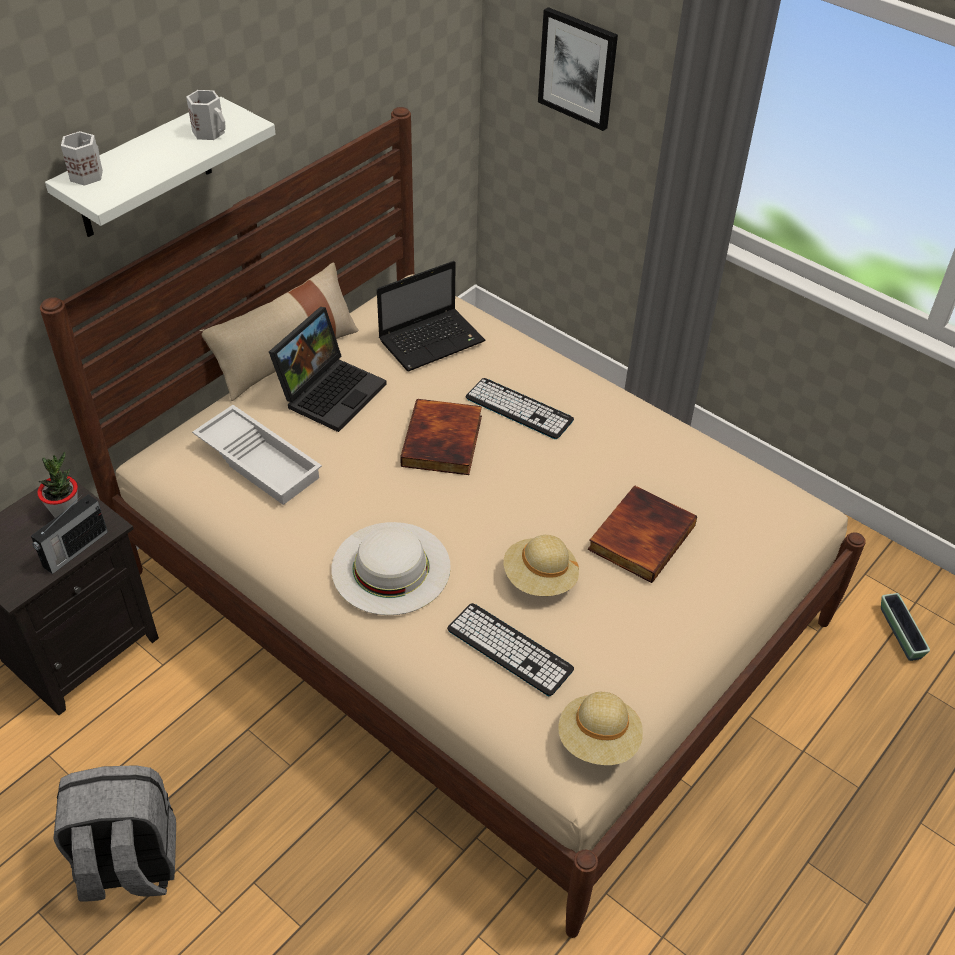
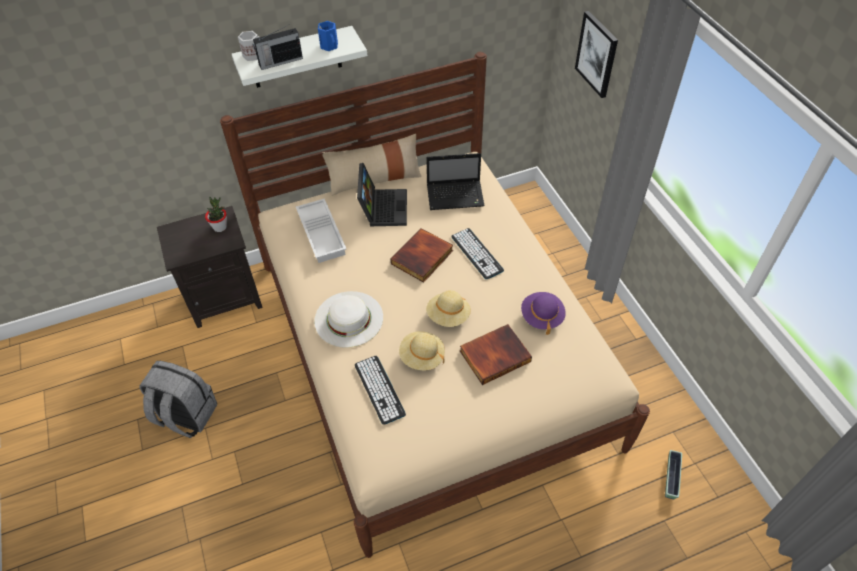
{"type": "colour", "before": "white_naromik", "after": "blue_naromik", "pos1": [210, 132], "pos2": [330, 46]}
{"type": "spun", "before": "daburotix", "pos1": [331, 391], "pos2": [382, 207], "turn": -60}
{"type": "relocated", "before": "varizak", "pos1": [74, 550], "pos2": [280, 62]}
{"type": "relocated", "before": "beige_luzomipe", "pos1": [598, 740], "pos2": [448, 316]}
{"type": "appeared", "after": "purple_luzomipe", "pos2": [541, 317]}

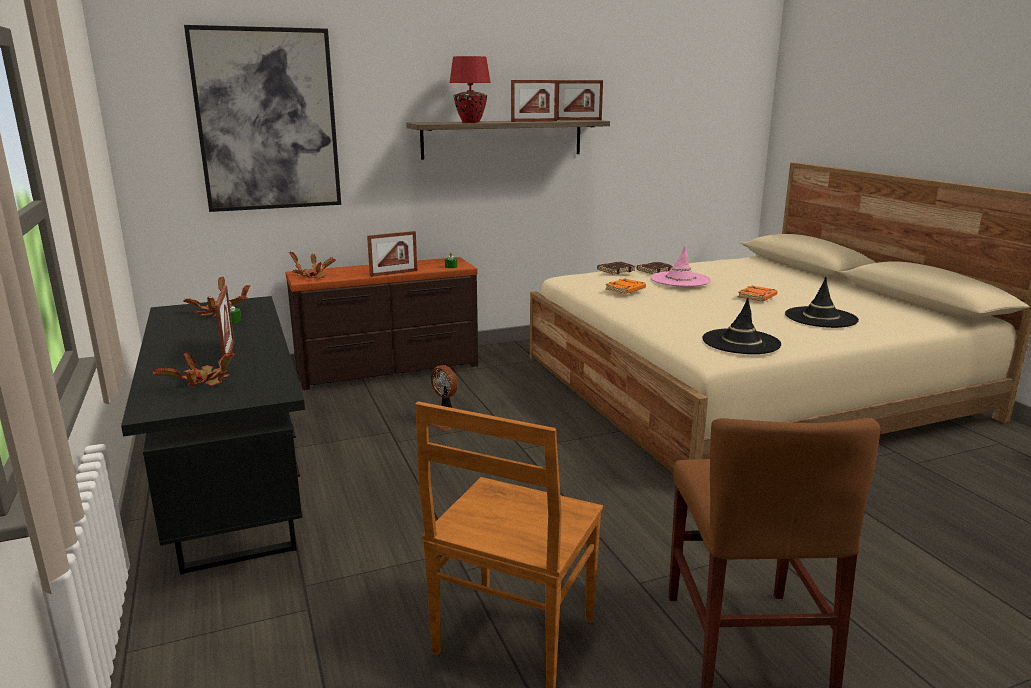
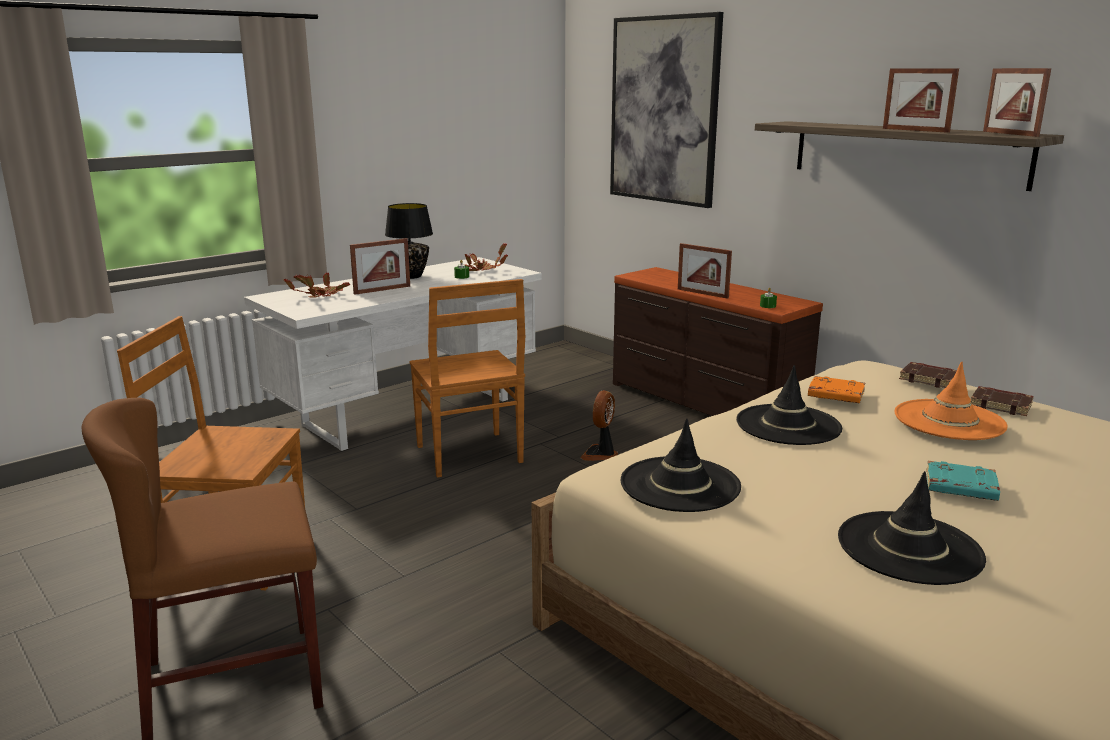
{"type": "missing", "before": "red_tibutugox", "pos1": [470, 122]}
{"type": "colour", "before": "pink_luzomipe", "after": "orange_luzomipe", "pos1": [680, 280], "pos2": [949, 420]}
{"type": "missing", "before": "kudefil", "pos1": [312, 276]}
{"type": "colour", "before": "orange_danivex", "after": "turquoise_danivex", "pos1": [757, 297], "pos2": [960, 487]}
{"type": "colour", "before": "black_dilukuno", "after": "white_dilukuno", "pos1": [233, 495], "pos2": [409, 411]}
{"type": "appeared", "after": "black_tibutugox", "pos2": [411, 276]}
{"type": "appeared", "after": "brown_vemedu", "pos2": [470, 455]}
{"type": "appeared", "after": "black_luzomipe", "pos2": [788, 425]}

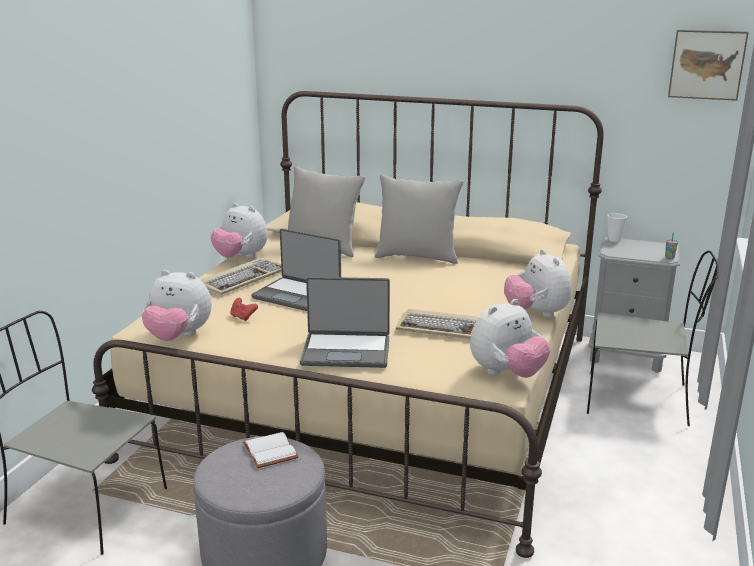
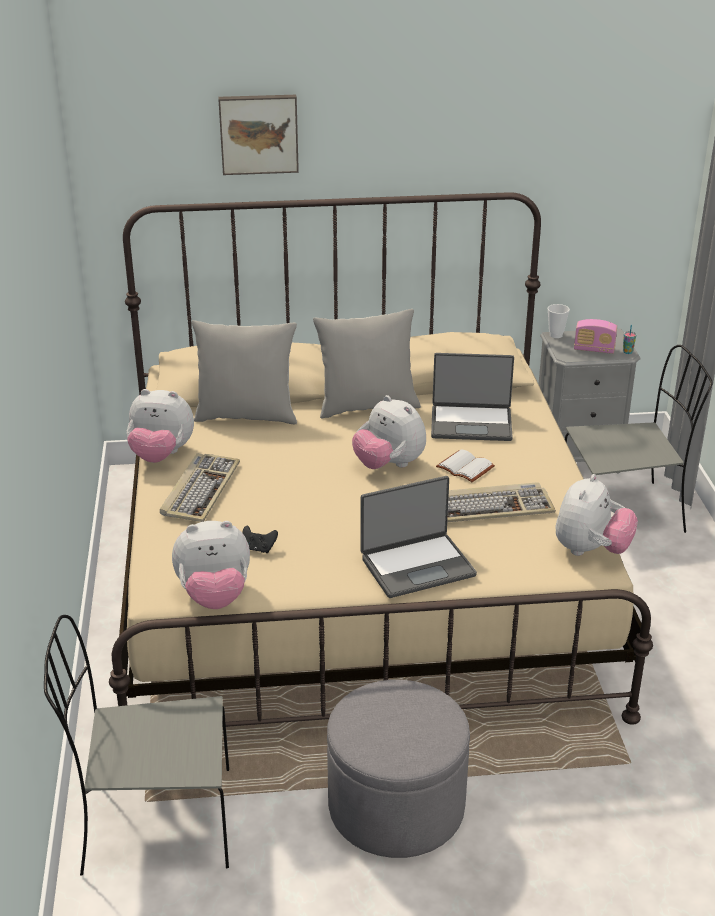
{"type": "relocated", "before": "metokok", "pos1": [706, 64], "pos2": [258, 133]}
{"type": "relocated", "before": "daburotix", "pos1": [298, 295], "pos2": [471, 423]}
{"type": "relocated", "before": "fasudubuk", "pos1": [536, 313], "pos2": [389, 465]}
{"type": "colour", "before": "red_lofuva", "after": "black_lofuva", "pos1": [243, 317], "pos2": [259, 548]}
{"type": "relocated", "before": "white_danivex", "pos1": [268, 451], "pos2": [463, 468]}
{"type": "appeared", "after": "varizak", "pos2": [594, 349]}

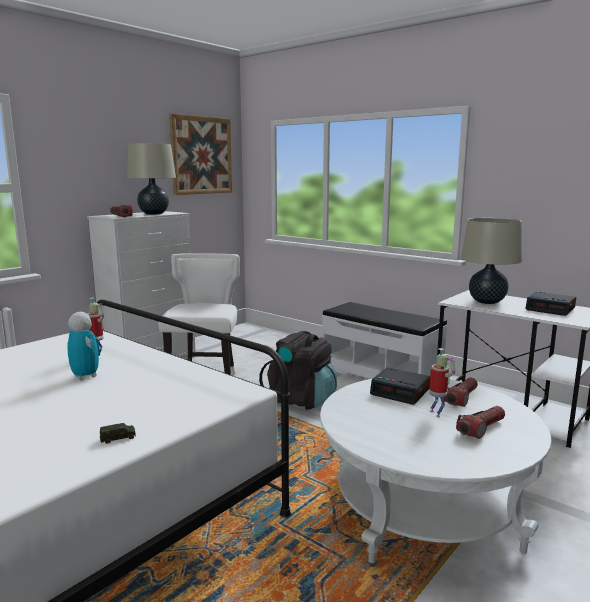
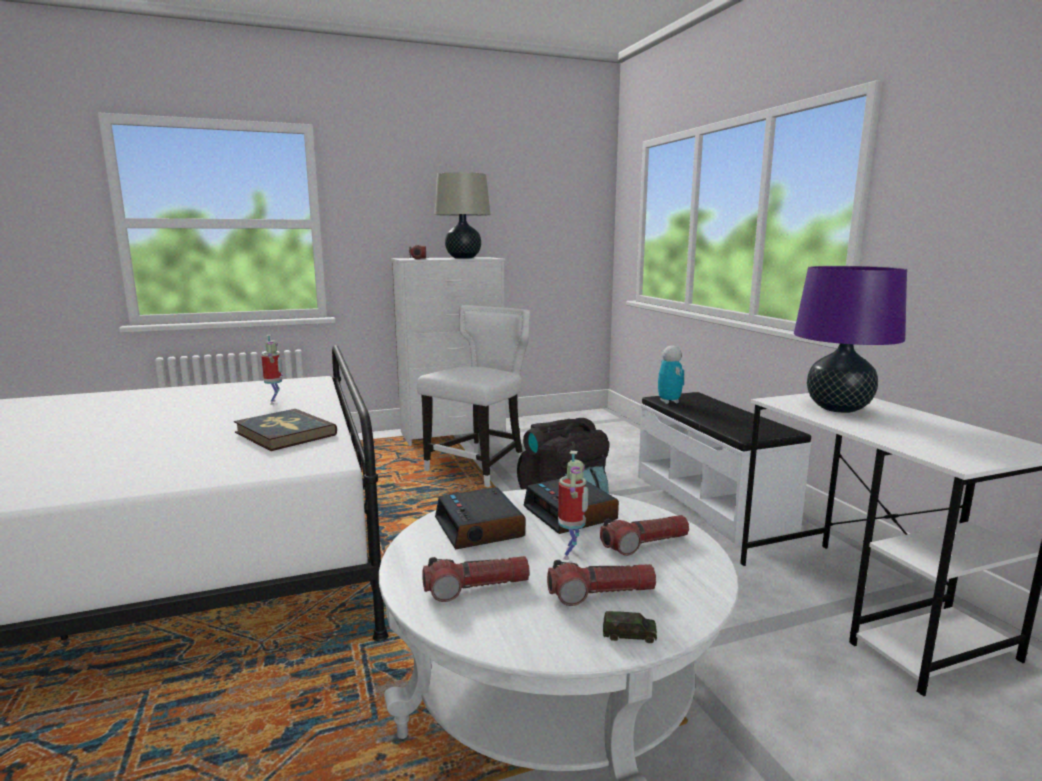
{"type": "missing", "before": "metokok", "pos1": [202, 155]}
{"type": "colour", "before": "beige_tibutugox", "after": "purple_tibutugox", "pos1": [487, 302], "pos2": [838, 408]}
{"type": "relocated", "before": "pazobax", "pos1": [550, 309], "pos2": [480, 528]}
{"type": "relocated", "before": "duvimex", "pos1": [85, 376], "pos2": [669, 402]}
{"type": "relocated", "before": "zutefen", "pos1": [118, 438], "pos2": [629, 635]}
{"type": "appeared", "after": "danivex", "pos2": [284, 434]}
{"type": "appeared", "after": "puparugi", "pos2": [476, 588]}

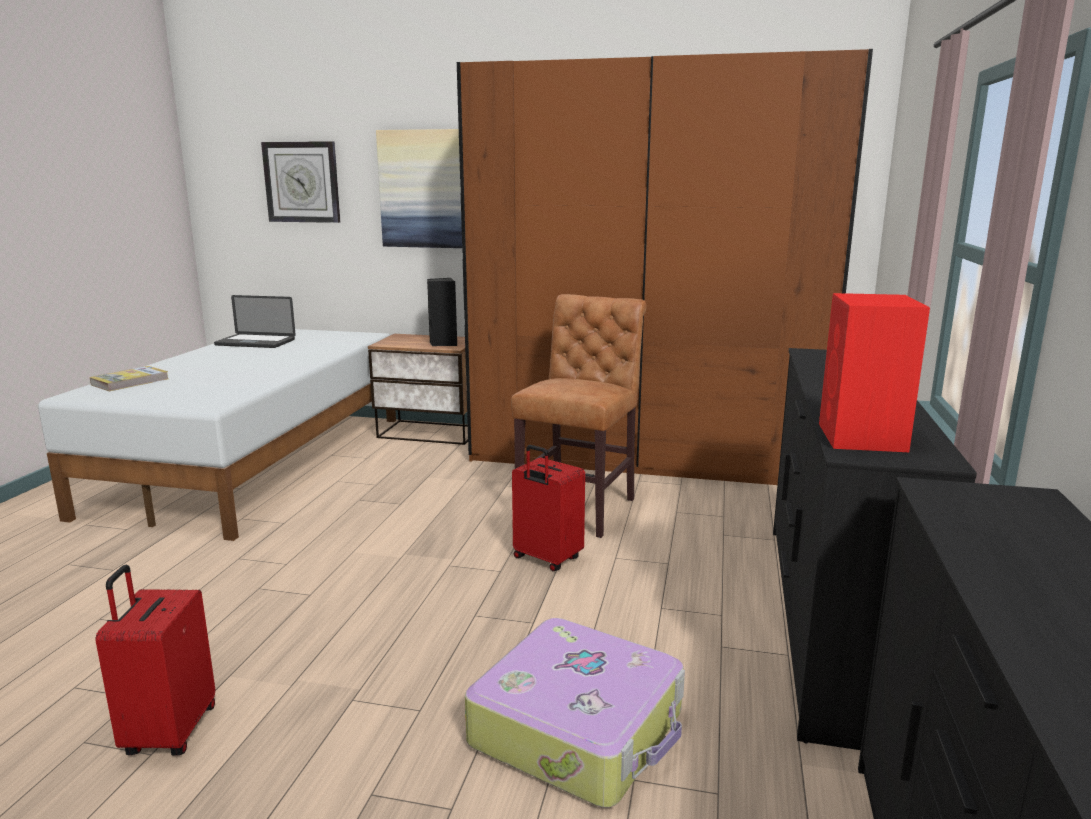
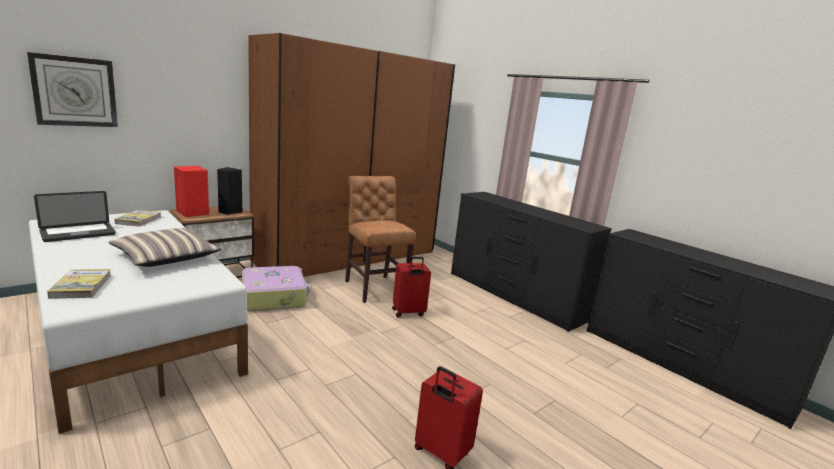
{"type": "missing", "before": "metokok", "pos1": [426, 189]}
{"type": "relocated", "before": "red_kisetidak", "pos1": [862, 438], "pos2": [193, 213]}
{"type": "relocated", "before": "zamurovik", "pos1": [579, 729], "pos2": [274, 297]}
{"type": "appeared", "after": "danivex", "pos2": [139, 220]}
{"type": "appeared", "after": "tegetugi", "pos2": [166, 257]}

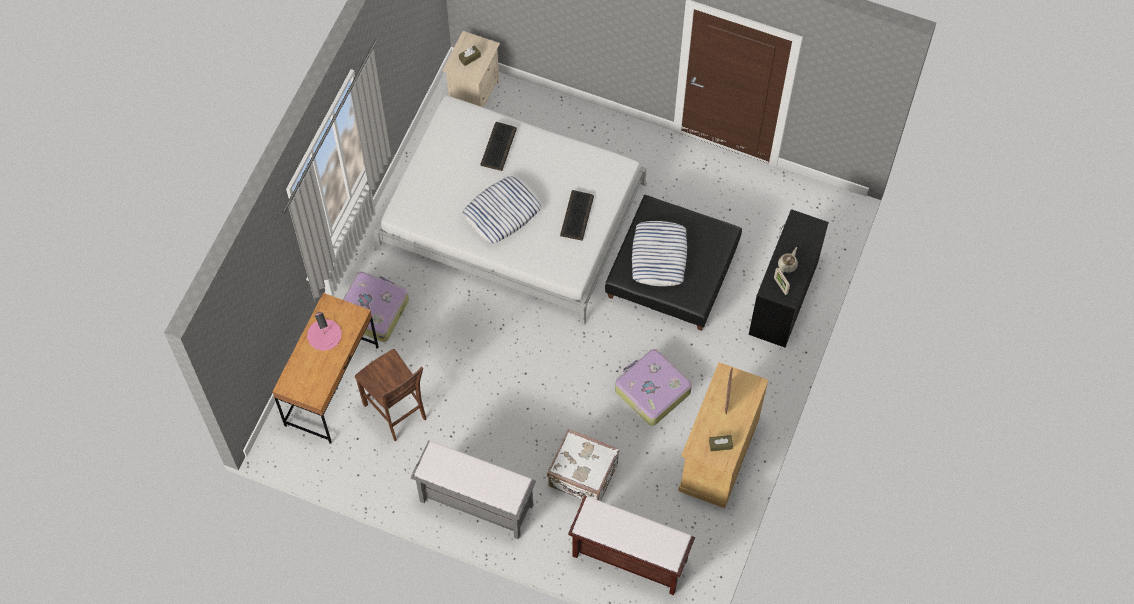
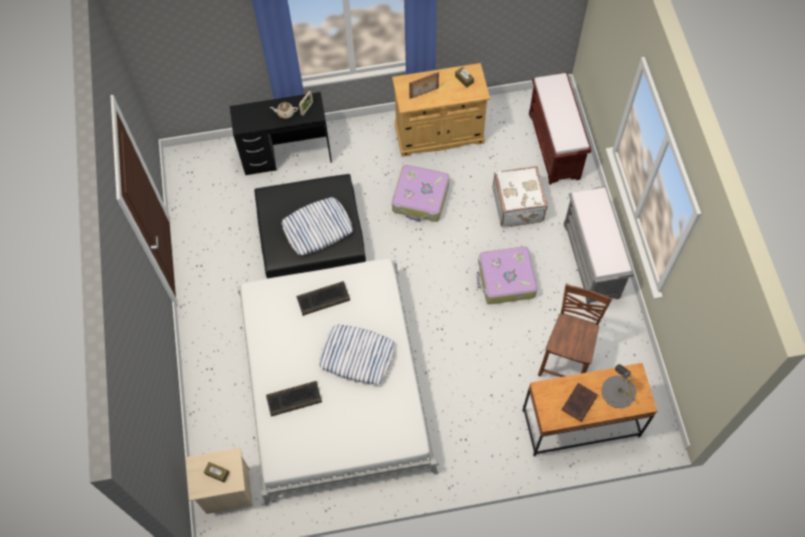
{"type": "relocated", "before": "zamurovik", "pos1": [373, 310], "pos2": [505, 280]}
{"type": "exchanged", "before": "pink_tibutugox", "after": "brown_danivex", "pos1": [324, 335], "pos2": [578, 404]}
{"type": "appeared", "after": "grey_tibutugox", "pos2": [618, 391]}

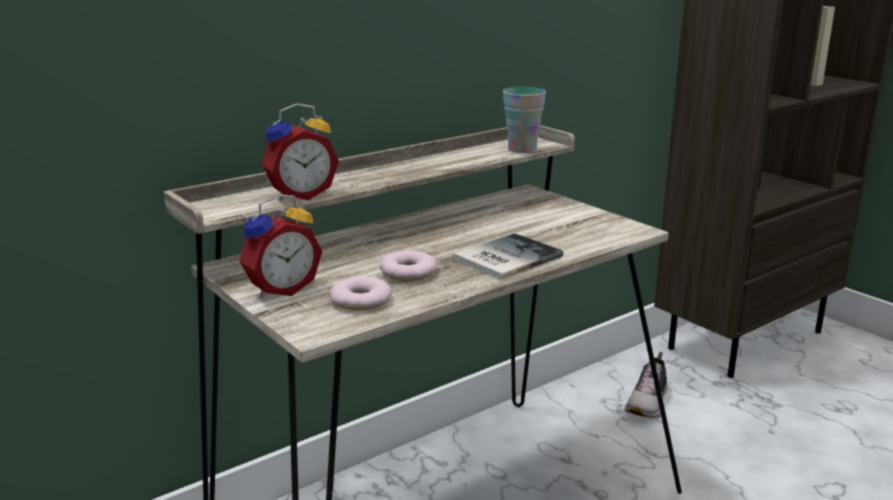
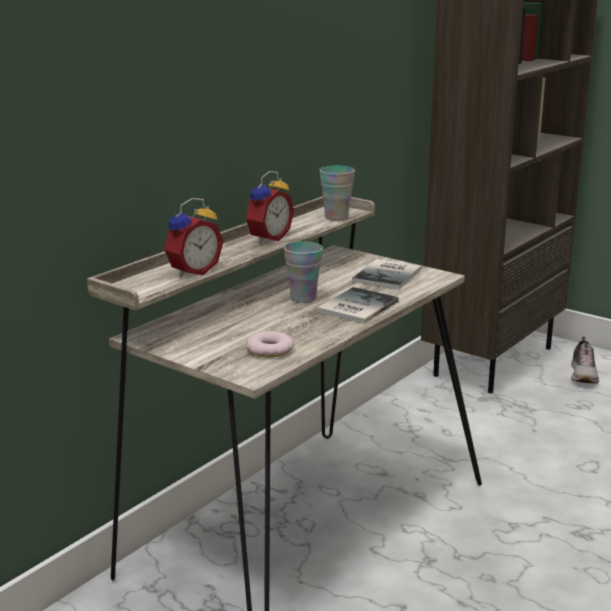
{"type": "relocated", "before": "pazobax", "pos1": [281, 289], "pos2": [267, 238]}
{"type": "missing", "before": "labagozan", "pos1": [408, 272]}
{"type": "relocated", "before": "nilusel", "pos1": [648, 402], "pos2": [583, 374]}
{"type": "appeared", "after": "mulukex", "pos2": [303, 298]}
{"type": "appeared", "after": "danivex", "pos2": [389, 275]}

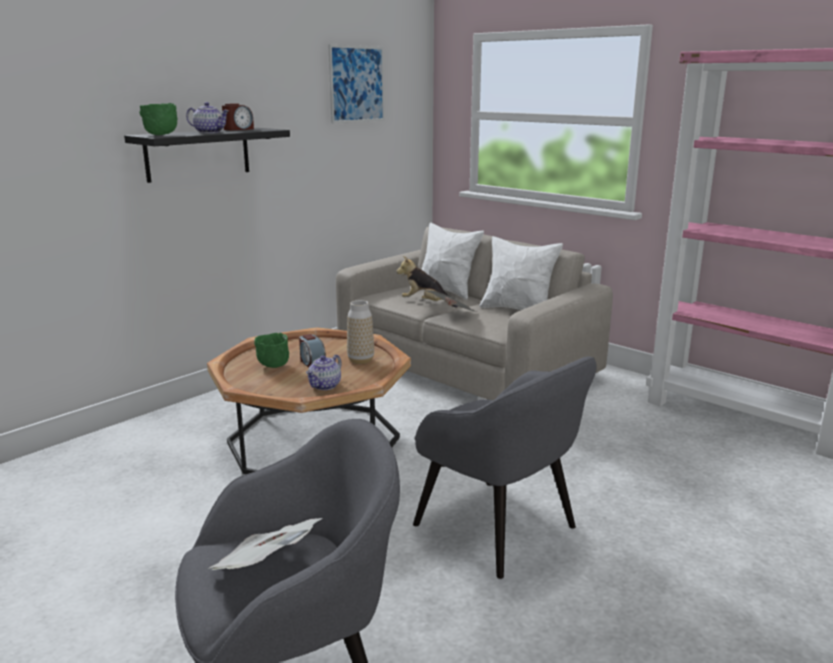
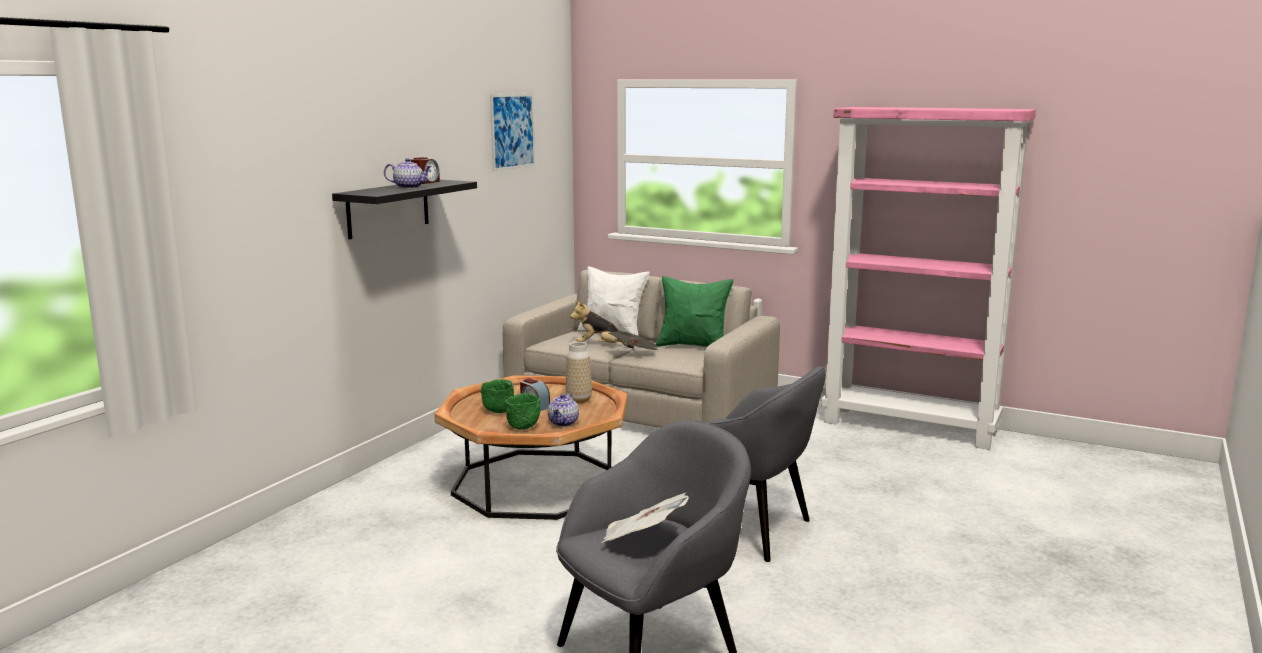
{"type": "relocated", "before": "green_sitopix", "pos1": [162, 135], "pos2": [524, 427]}
{"type": "colour", "before": "white_tegetugi", "after": "green_tegetugi", "pos1": [518, 310], "pos2": [693, 346]}

